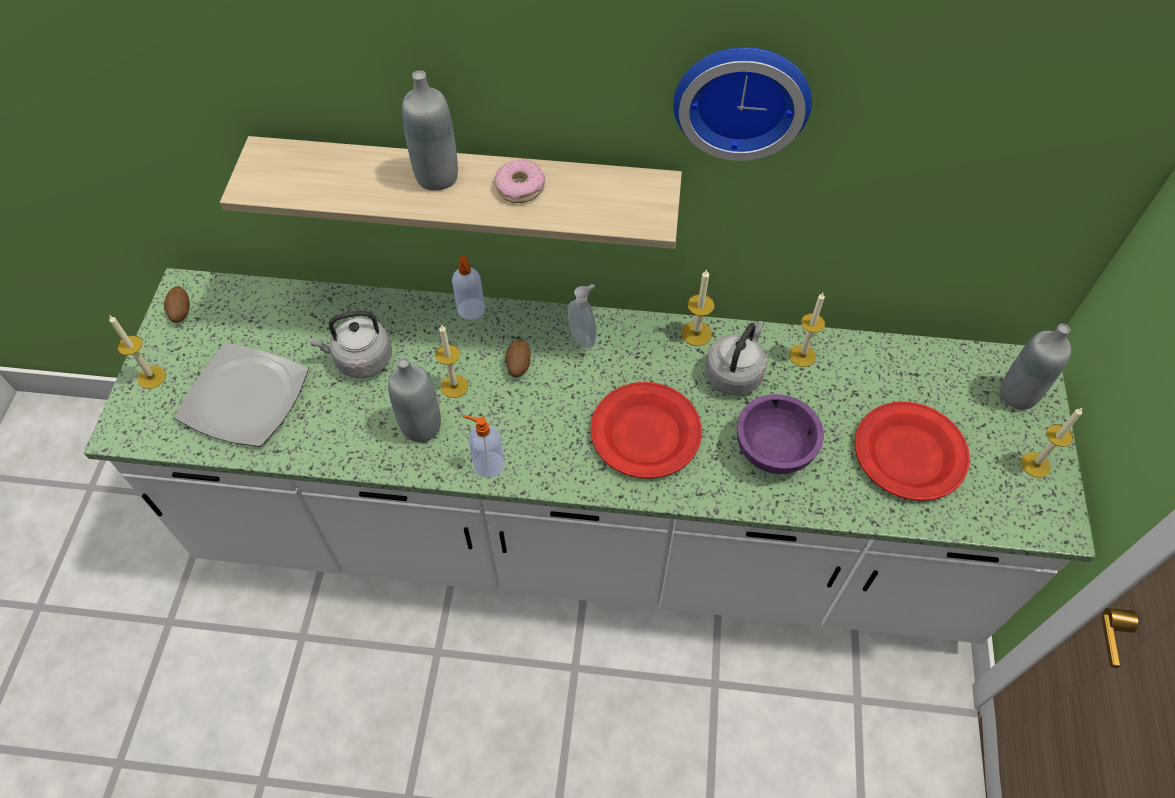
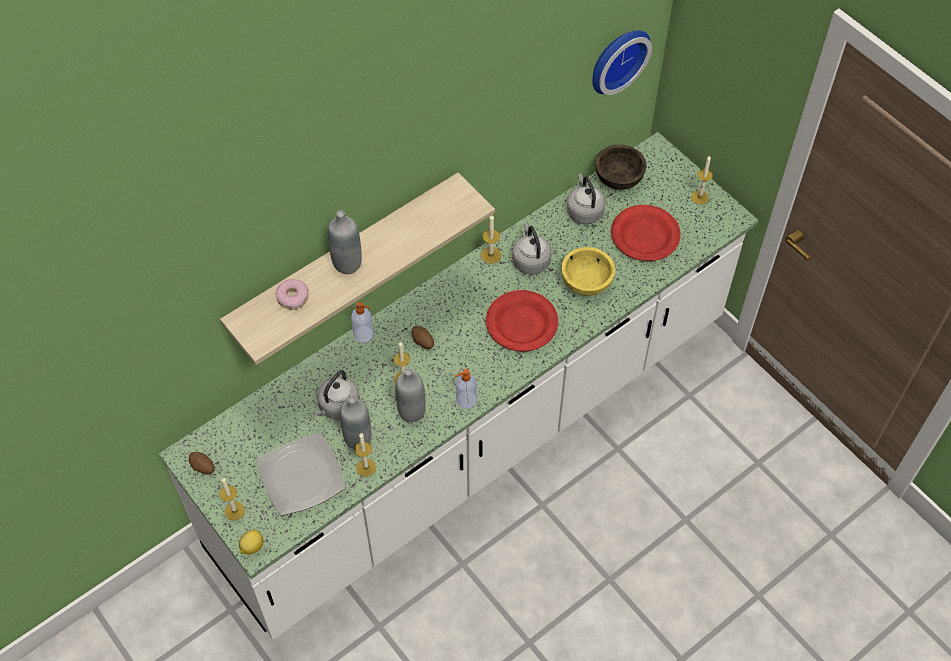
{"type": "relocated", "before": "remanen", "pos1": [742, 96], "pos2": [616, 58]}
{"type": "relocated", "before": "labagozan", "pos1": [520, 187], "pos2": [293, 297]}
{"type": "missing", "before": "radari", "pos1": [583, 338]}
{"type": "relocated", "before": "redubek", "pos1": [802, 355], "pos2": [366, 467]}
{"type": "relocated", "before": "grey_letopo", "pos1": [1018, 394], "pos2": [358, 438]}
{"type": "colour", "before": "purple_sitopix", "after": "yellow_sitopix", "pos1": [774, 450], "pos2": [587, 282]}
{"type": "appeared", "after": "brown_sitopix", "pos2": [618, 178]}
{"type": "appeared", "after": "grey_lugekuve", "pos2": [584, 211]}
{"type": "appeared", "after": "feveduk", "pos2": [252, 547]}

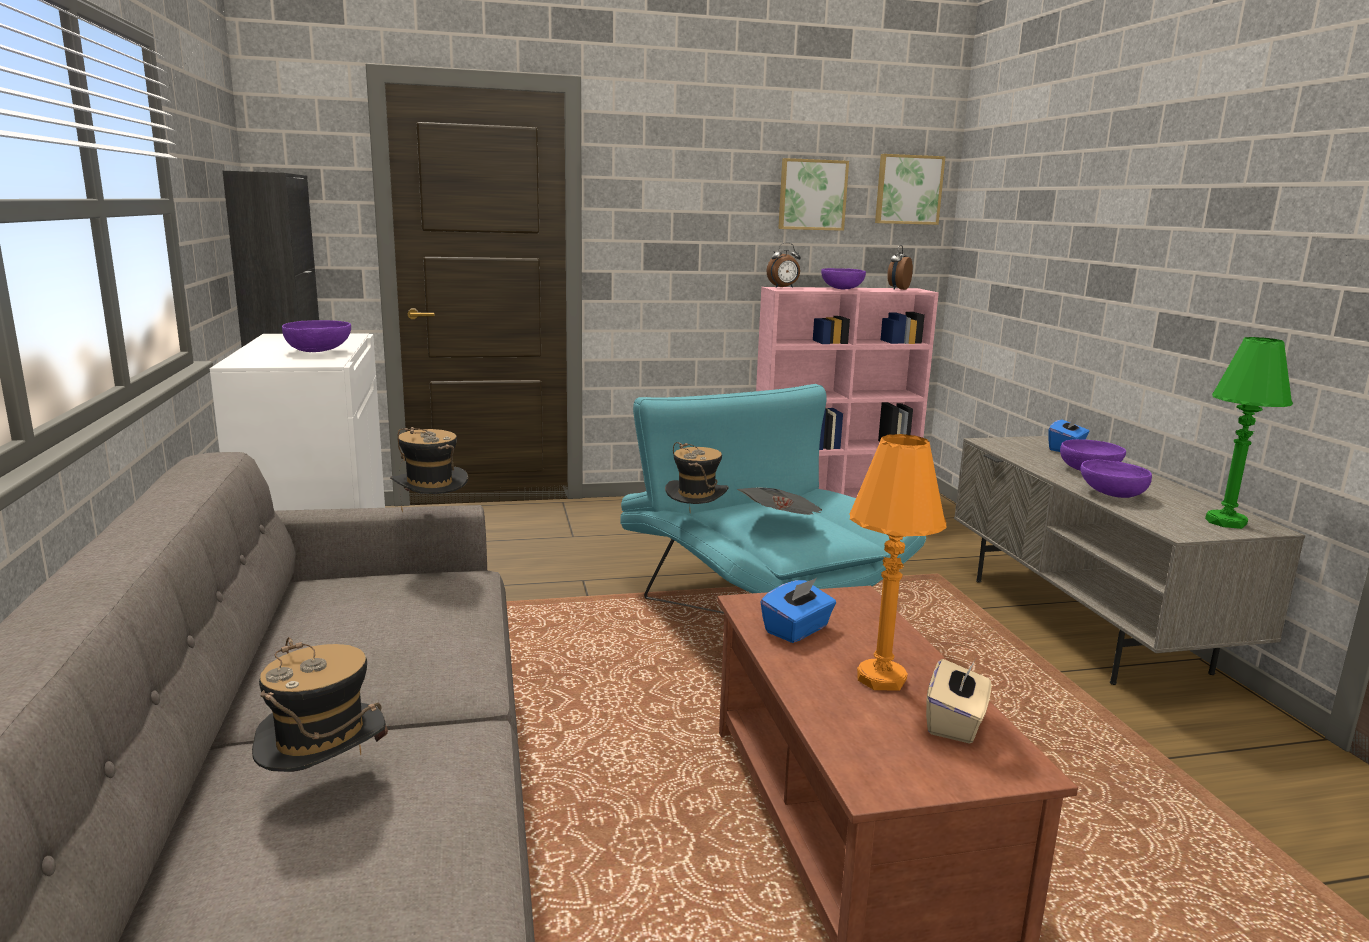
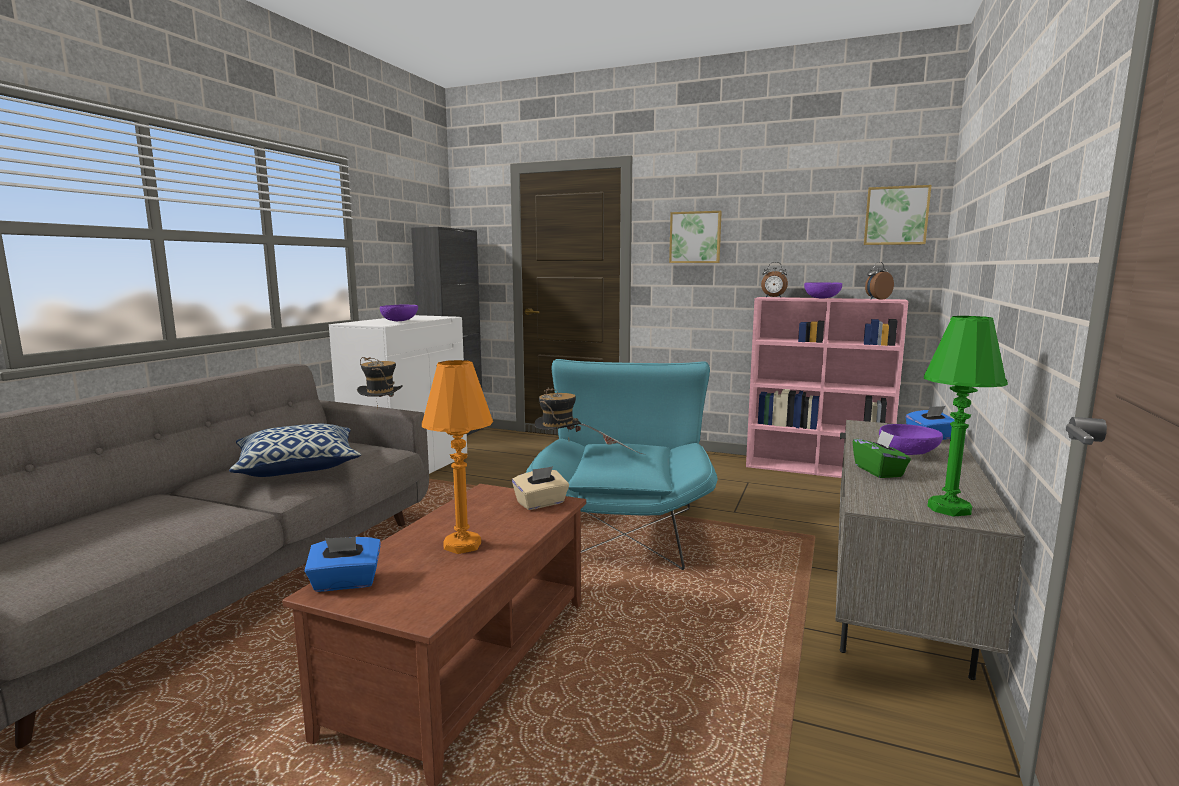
{"type": "relocated", "before": "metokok", "pos1": [812, 195], "pos2": [695, 237]}
{"type": "exchanged", "before": "purple_sitopix", "after": "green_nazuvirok", "pos1": [1111, 494], "pos2": [879, 471]}
{"type": "relocated", "before": "blue_nazuvirok", "pos1": [797, 630], "pos2": [345, 583]}
{"type": "missing", "before": "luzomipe", "pos1": [326, 790]}
{"type": "relocated", "before": "beige_nazuvirok", "pos1": [955, 723], "pos2": [541, 503]}
{"type": "appeared", "after": "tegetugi", "pos2": [298, 467]}

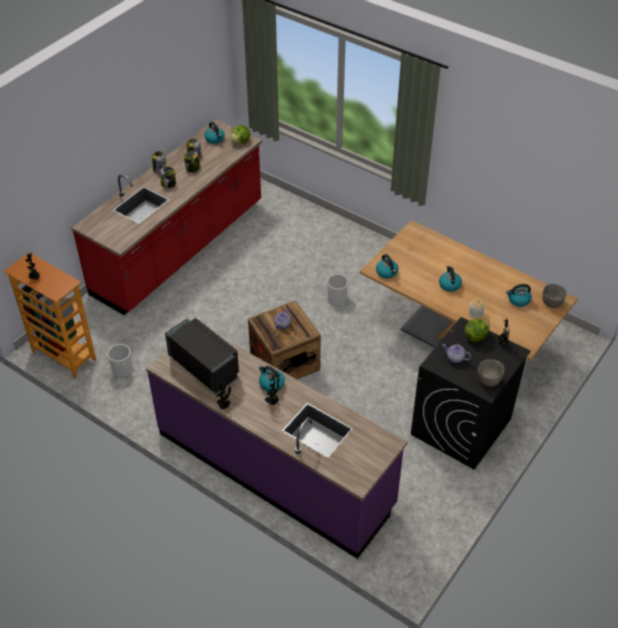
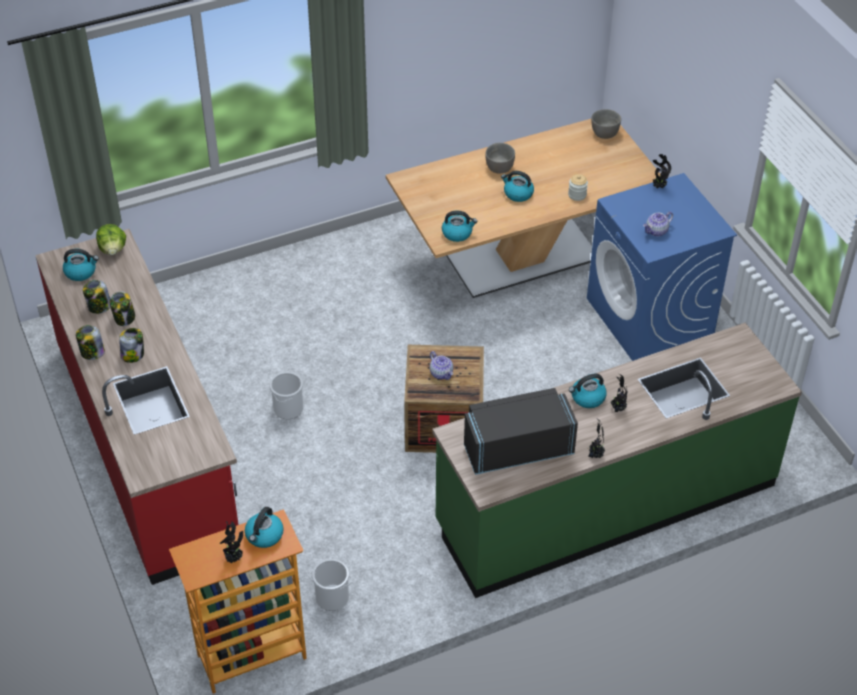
{"type": "relocated", "before": "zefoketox", "pos1": [337, 298], "pos2": [288, 408]}
{"type": "relocated", "before": "lugekuve", "pos1": [518, 300], "pos2": [264, 536]}
{"type": "colour", "before": "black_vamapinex", "after": "blue_vamapinex", "pos1": [461, 427], "pos2": [650, 317]}
{"type": "missing", "before": "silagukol", "pos1": [475, 336]}
{"type": "colour", "before": "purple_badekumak", "after": "green_badekumak", "pos1": [275, 469], "pos2": [605, 504]}
{"type": "relocated", "before": "grey_sitopix", "pos1": [488, 380], "pos2": [499, 168]}

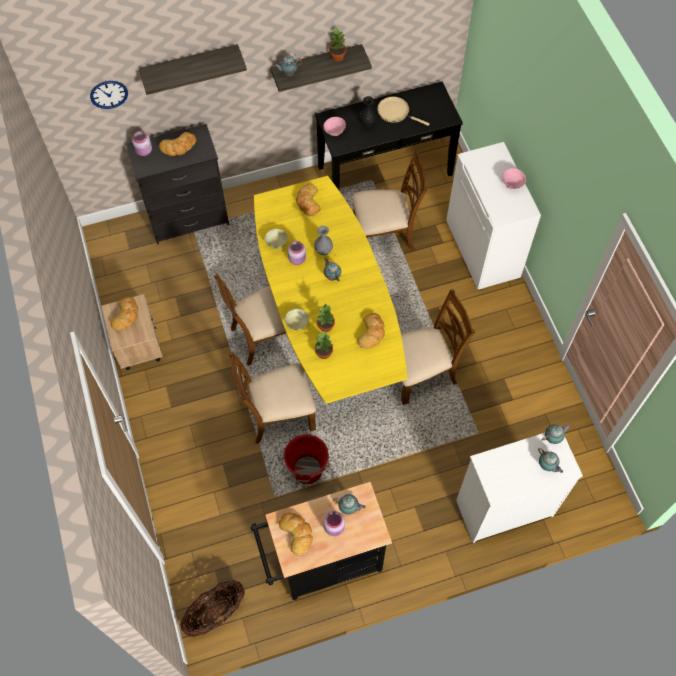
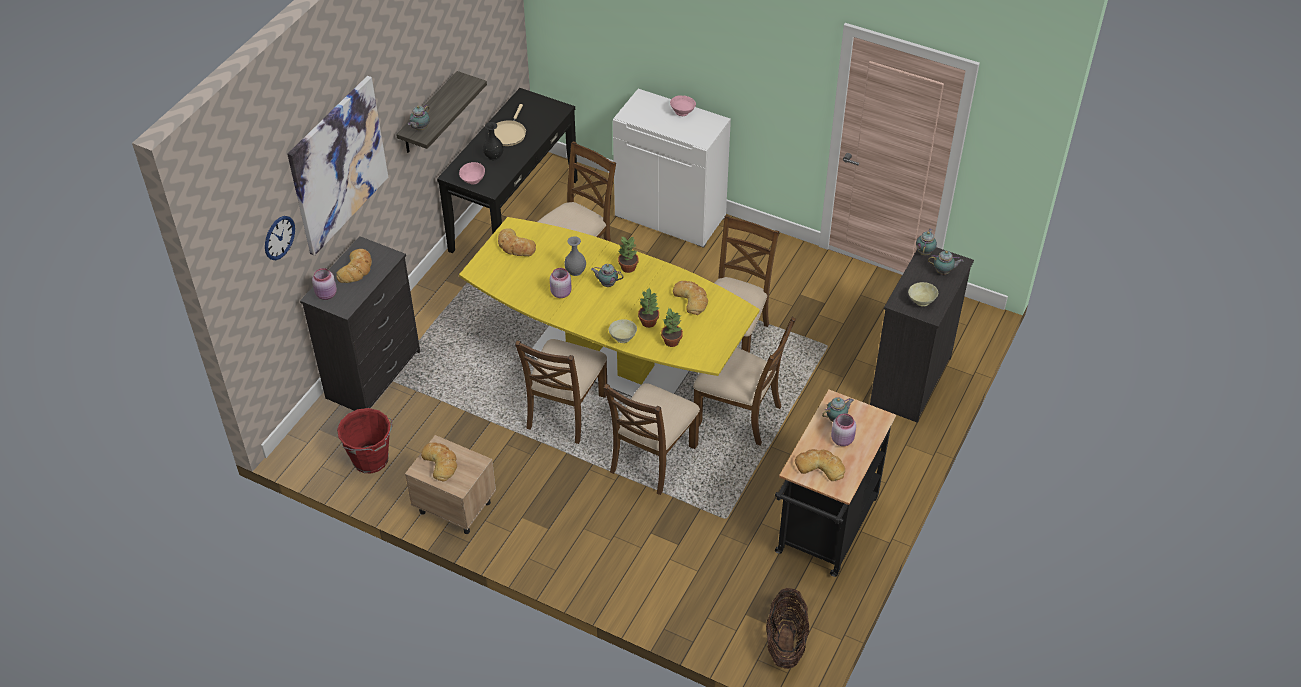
{"type": "relocated", "before": "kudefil", "pos1": [337, 56], "pos2": [628, 267]}
{"type": "exchanged", "before": "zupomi", "after": "metokok", "pos1": [190, 66], "pos2": [338, 165]}
{"type": "spun", "before": "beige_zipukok", "pos1": [395, 112], "pos2": [508, 133], "turn": -60}
{"type": "relocated", "before": "beige_sitopix", "pos1": [277, 243], "pos2": [921, 301]}
{"type": "colour", "before": "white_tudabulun", "after": "black_tudabulun", "pos1": [503, 508], "pos2": [909, 381]}
{"type": "relocated", "before": "red_zefoketox", "pos1": [307, 471], "pos2": [371, 460]}
{"type": "appeared", "after": "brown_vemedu", "pos2": [739, 415]}

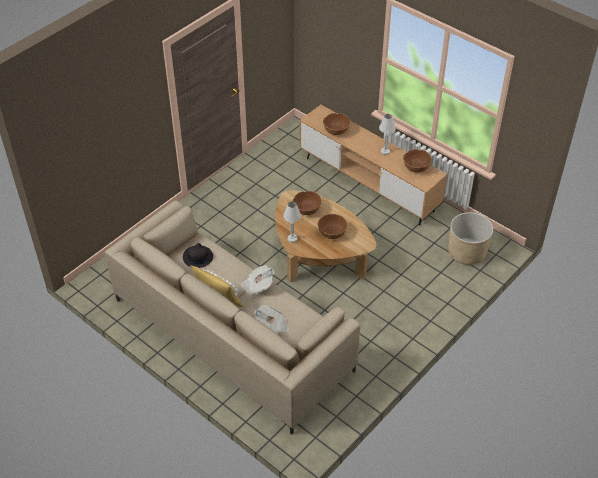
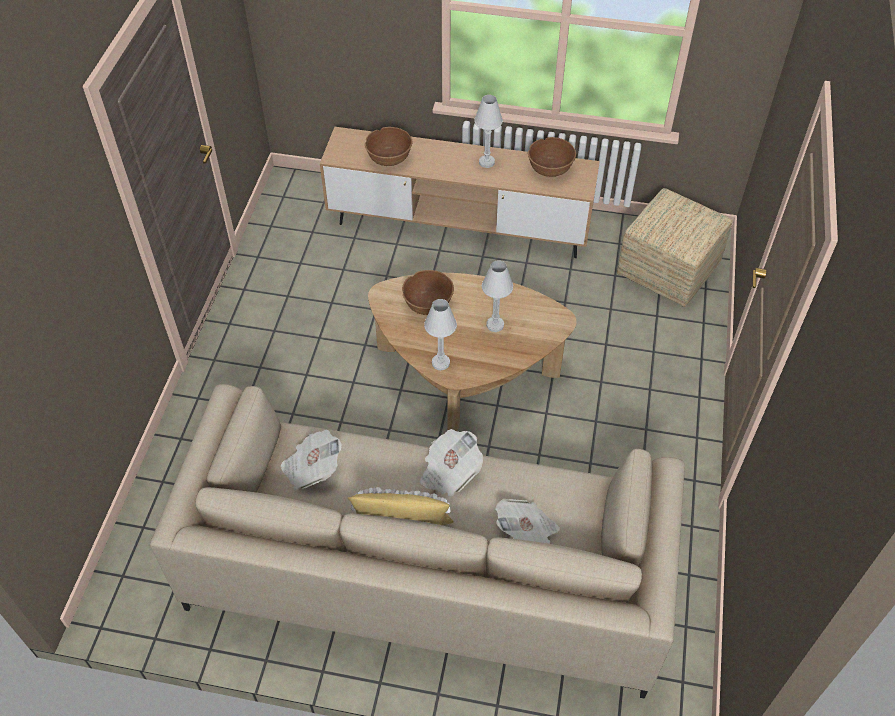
{"type": "exchanged", "before": "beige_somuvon", "after": "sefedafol", "pos1": [466, 253], "pos2": [669, 270]}
{"type": "exchanged", "before": "brown_sitopix", "after": "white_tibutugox", "pos1": [332, 233], "pos2": [495, 325]}
{"type": "exchanged", "before": "black_luzomipe", "after": "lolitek", "pos1": [197, 257], "pos2": [312, 468]}

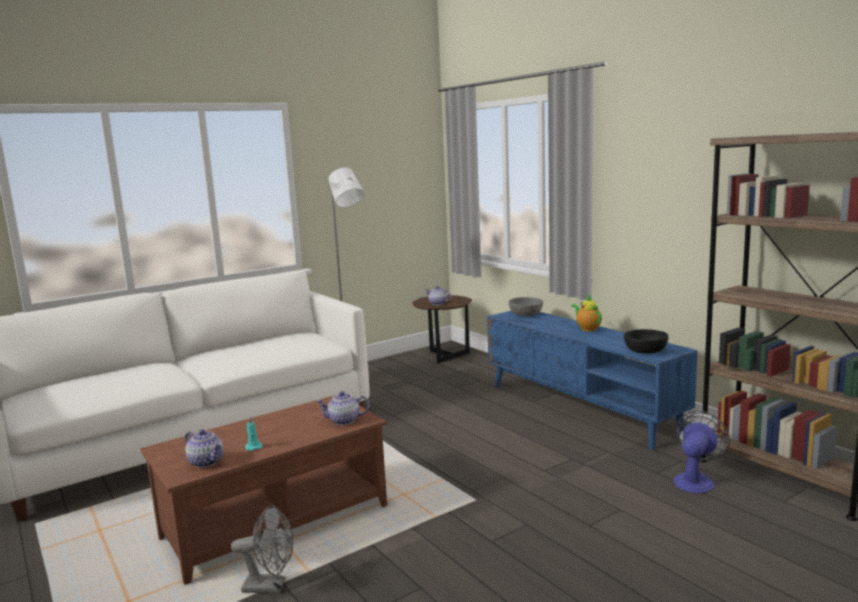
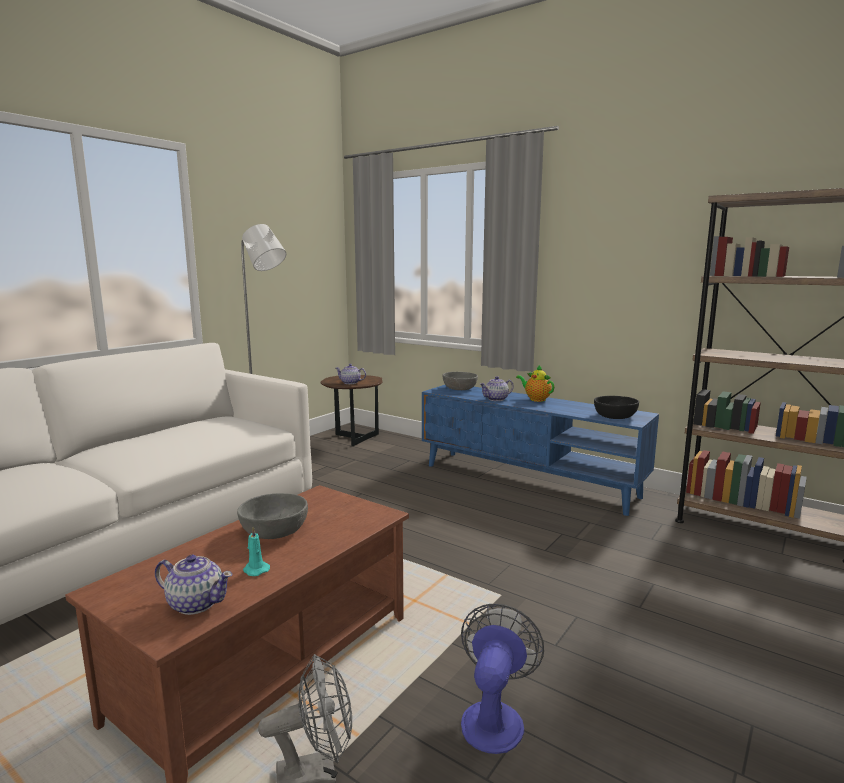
{"type": "relocated", "before": "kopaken", "pos1": [344, 421], "pos2": [496, 399]}
{"type": "relocated", "before": "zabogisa", "pos1": [695, 480], "pos2": [494, 717]}
{"type": "appeared", "after": "grey_sitopix", "pos2": [274, 531]}

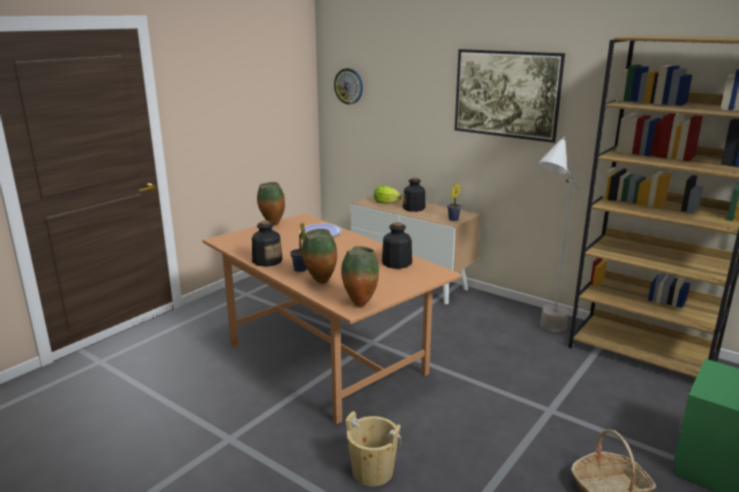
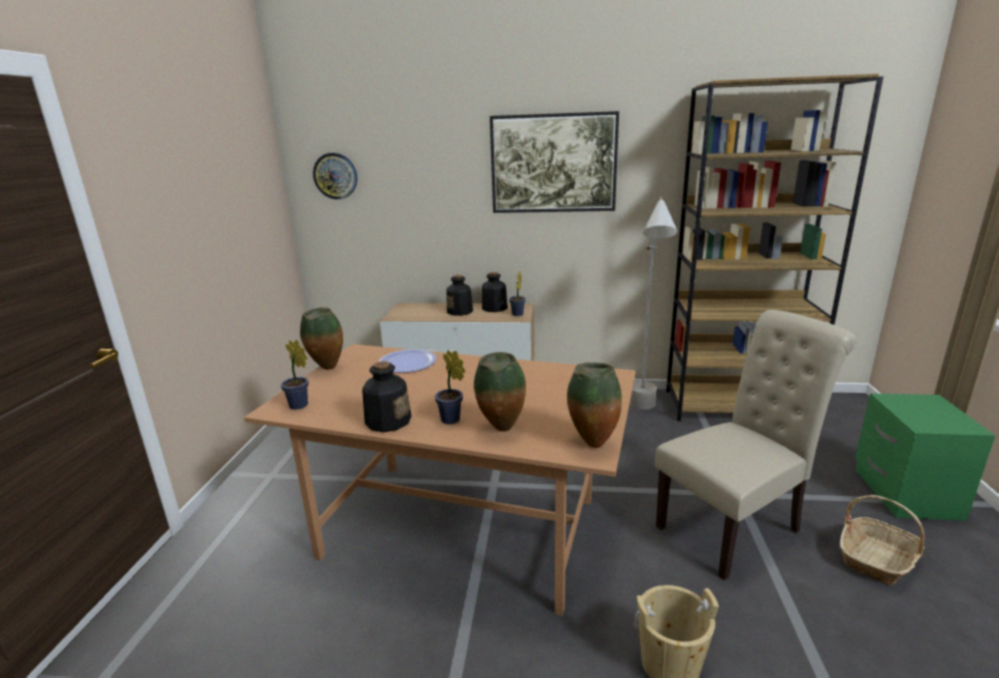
{"type": "missing", "before": "silagukol", "pos1": [386, 203]}
{"type": "relocated", "before": "letopo", "pos1": [396, 263], "pos2": [494, 308]}
{"type": "appeared", "after": "beige_vemedu", "pos2": [735, 526]}
{"type": "appeared", "after": "kudefil", "pos2": [300, 406]}

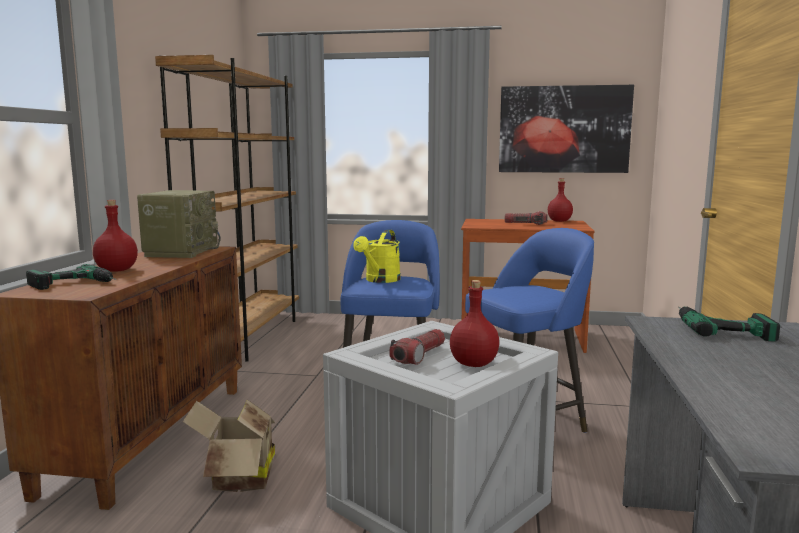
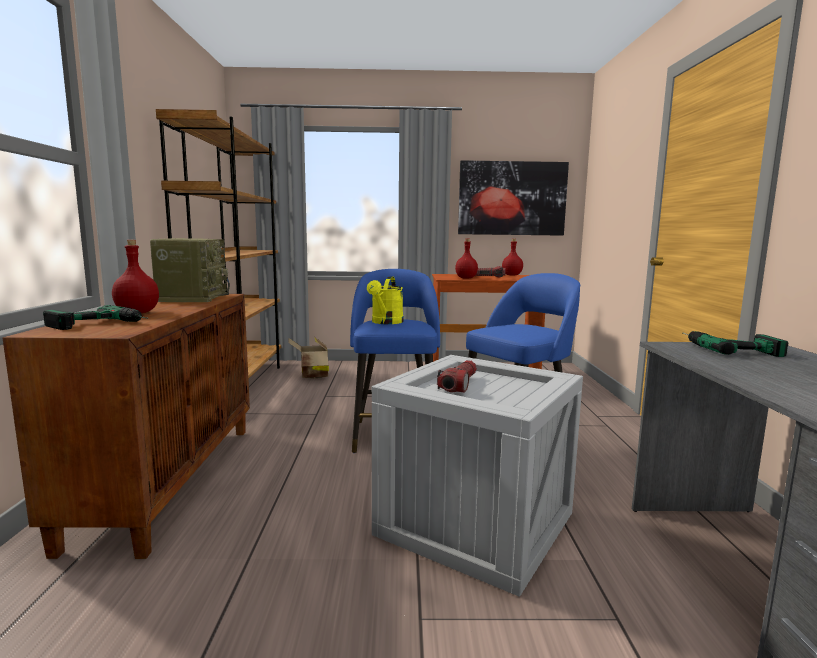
{"type": "relocated", "before": "red_letopo", "pos1": [474, 364], "pos2": [466, 278]}
{"type": "relocated", "before": "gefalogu", "pos1": [237, 479], "pos2": [311, 375]}

